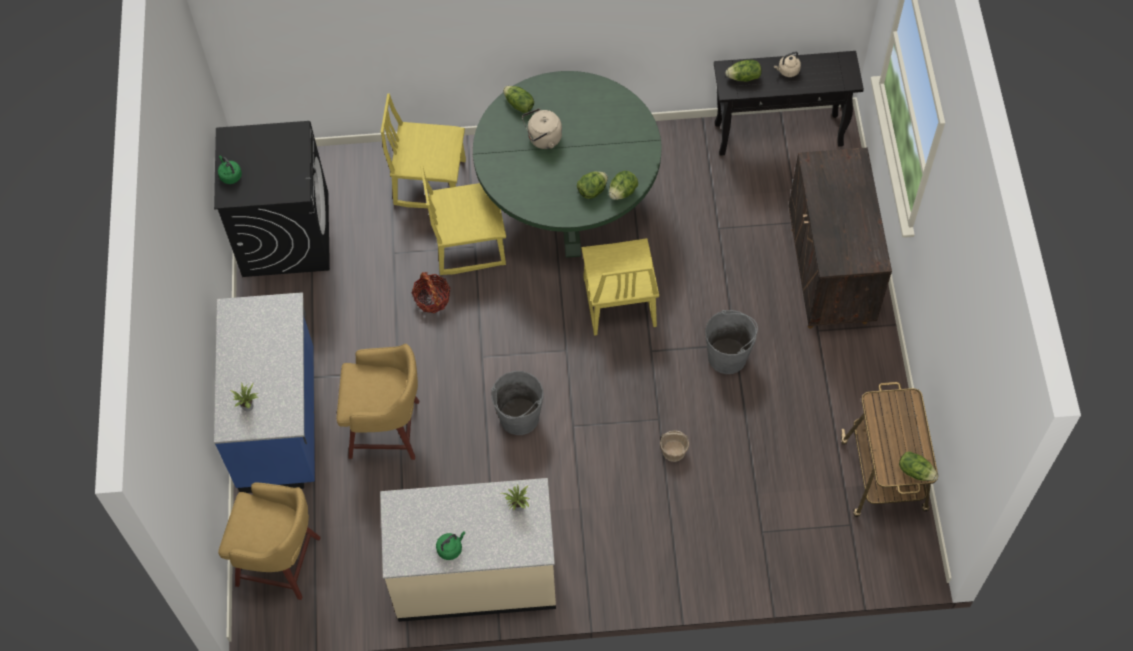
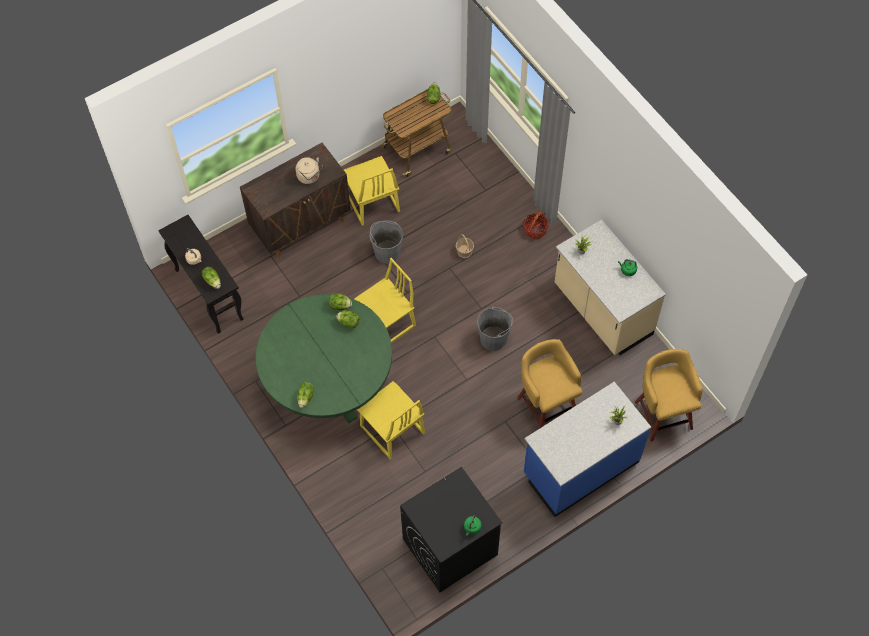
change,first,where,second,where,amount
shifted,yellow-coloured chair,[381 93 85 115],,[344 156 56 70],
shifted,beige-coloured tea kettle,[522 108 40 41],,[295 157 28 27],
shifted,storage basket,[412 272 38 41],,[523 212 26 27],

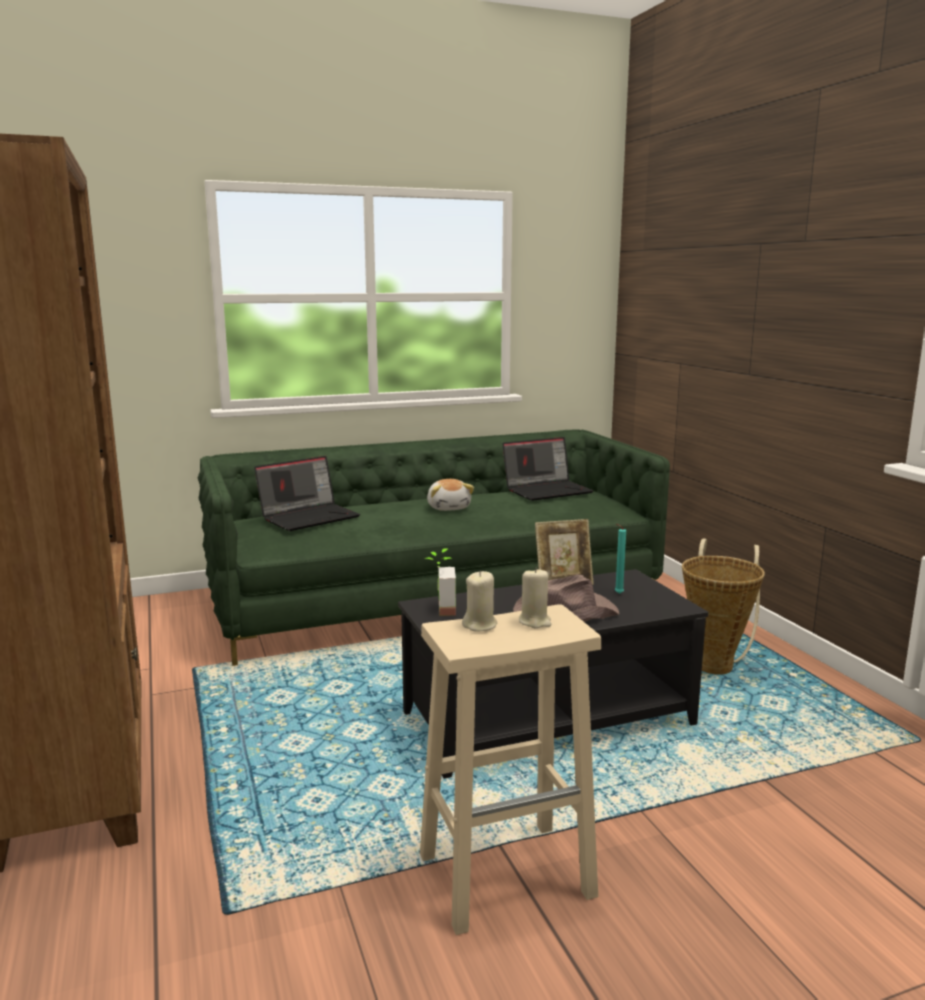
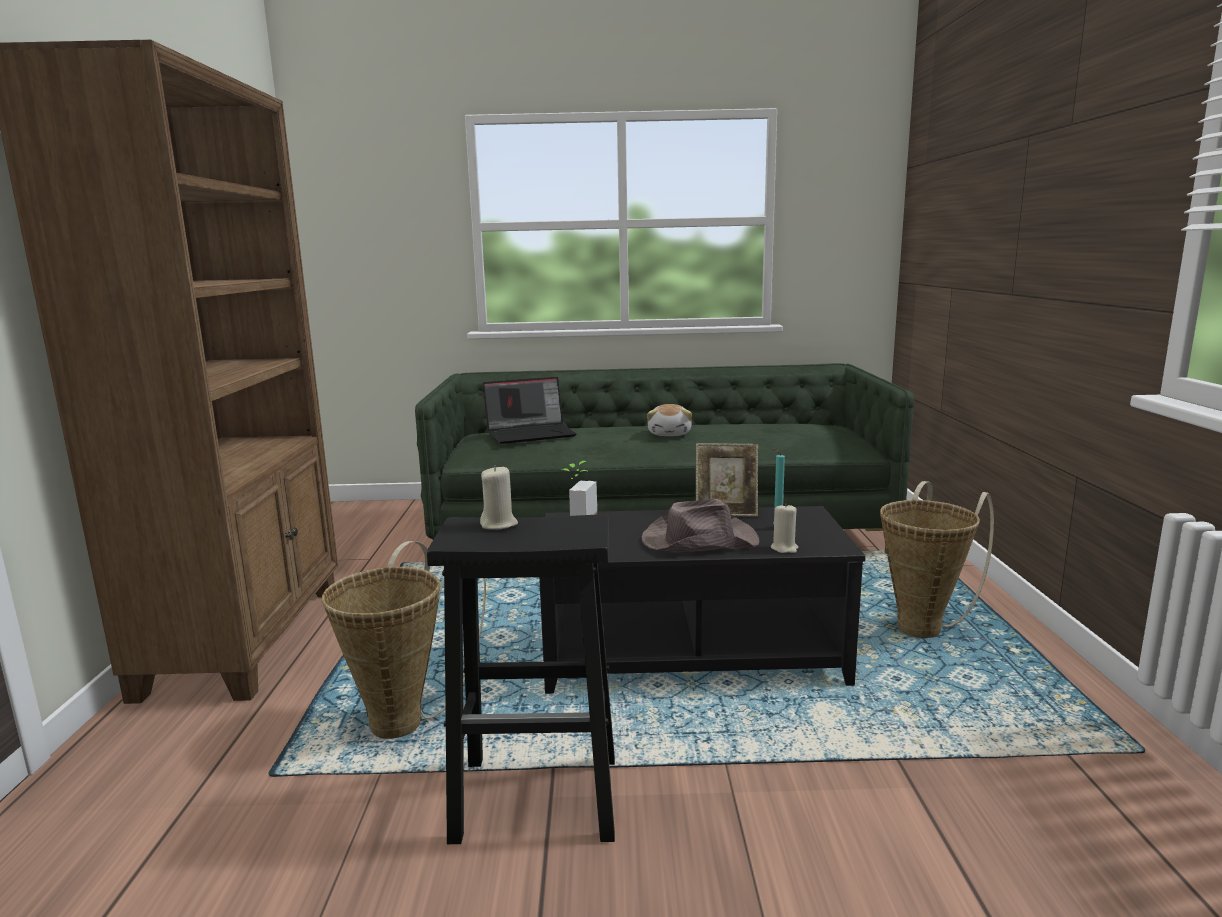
change,first,where,second,where,amount
gone,notebook computer,[502 437 91 64],,,
shifted,beige-coloured wax light,[519 568 32 60],,[771 503 27 50],
repainted,beige-coloured stool,[420 604 181 331],black stool,[427 514 188 330],
new,,,storage basket,[322 541 164 198],

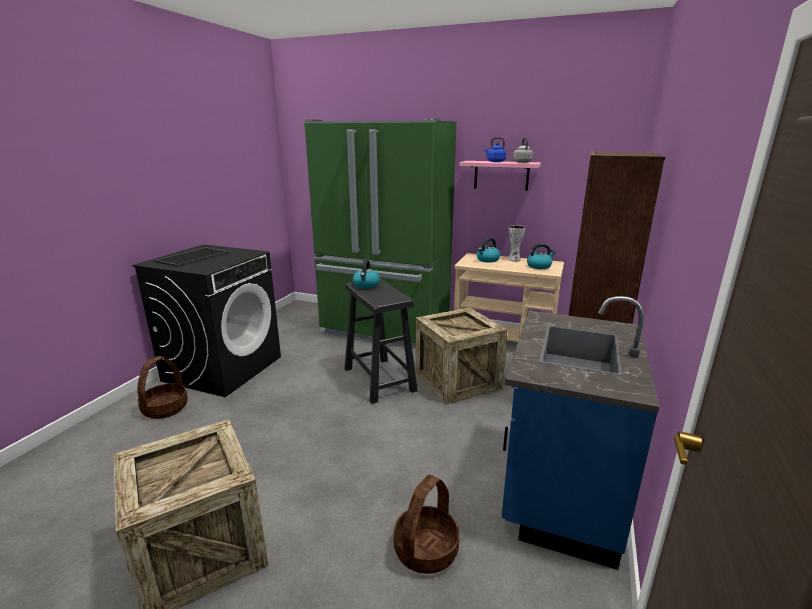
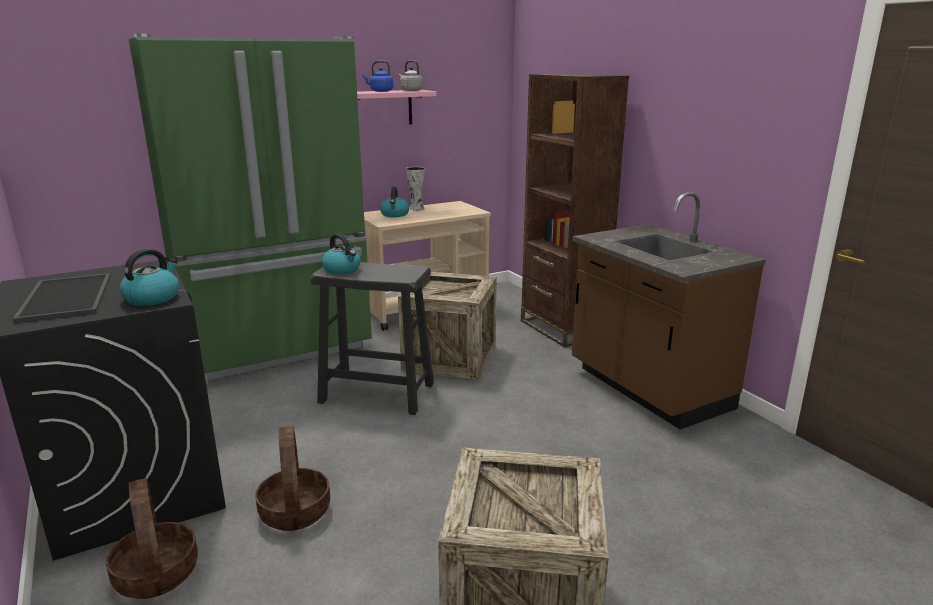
change,first,where,second,where,amount
shifted,tea kettle,[527 244 29 25],,[120 249 59 57],
repainted,bluish kitchen counter,[501 296 158 274],brown-coloured kitchen counter,[572 192 194 237],
shifted,storage basket,[394 475 66 99],,[255 426 75 105],

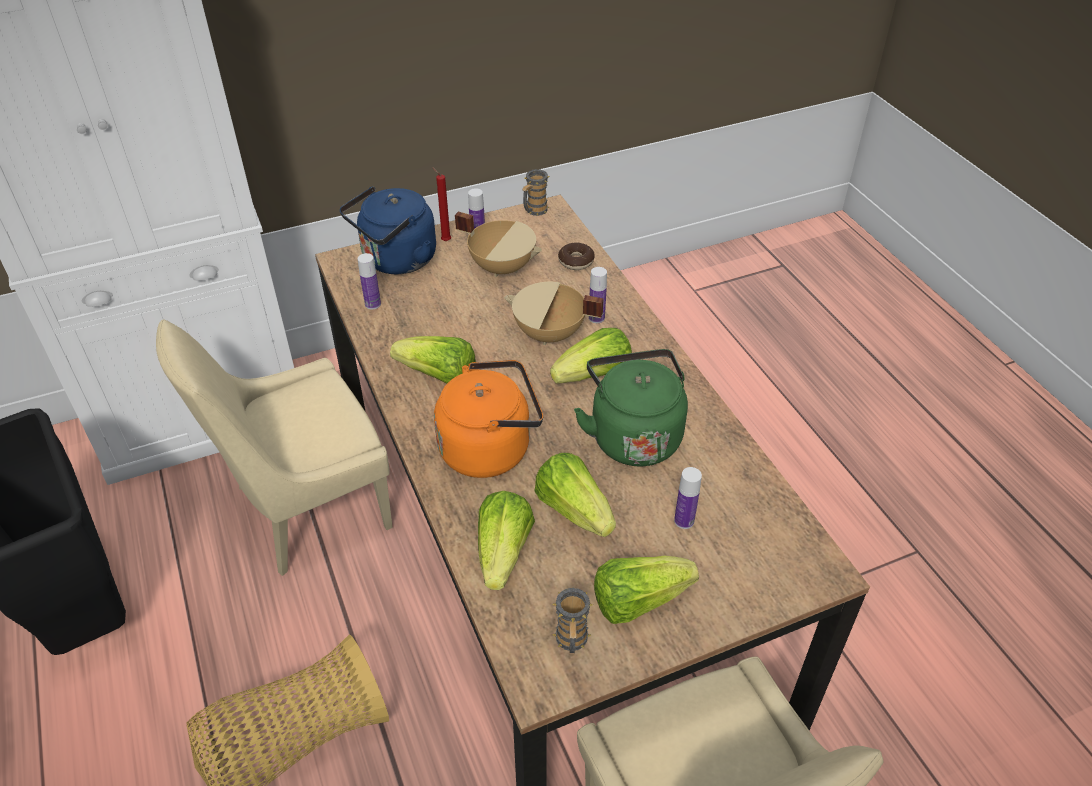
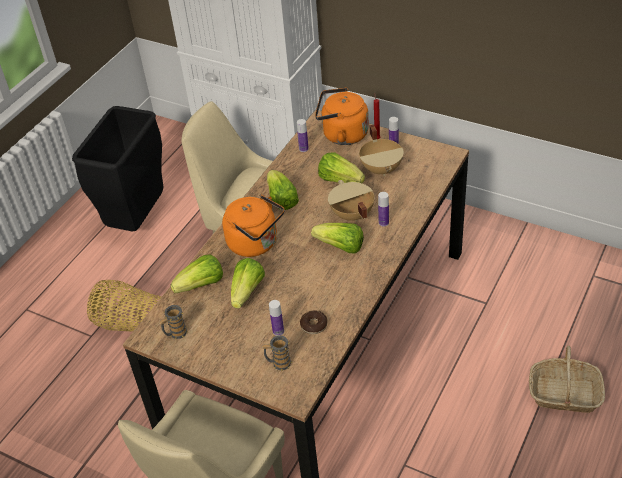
change,first,where,second,where,amount
shifted,tea mug,[522 169 28 47],,[262 335 30 36],
repainted,bluish tea kettle,[340 186 96 88],orange-coloured tea kettle,[315 88 54 57],
shifted,ring doughnut,[558 242 37 28],,[300 311 28 23],
gone,greenish tea kettle,[574 349 114 117],,,
shifted,lettuce,[594 556 105 68],,[318 152 47 31],
new,,,storage basket,[529 346 76 67],

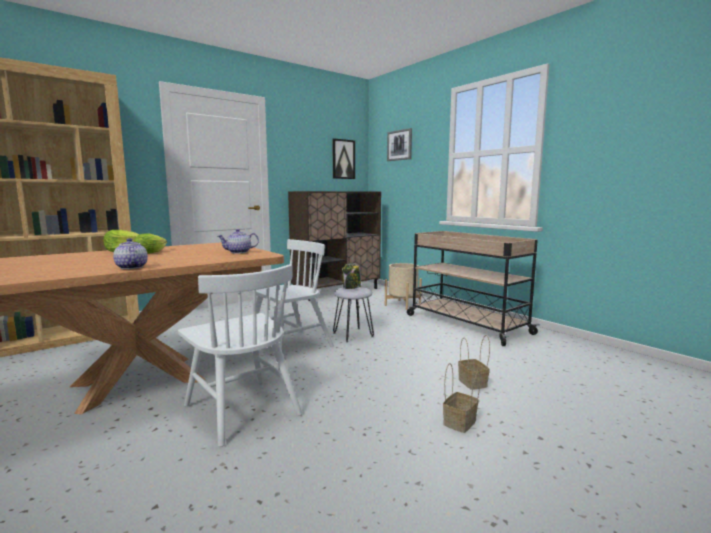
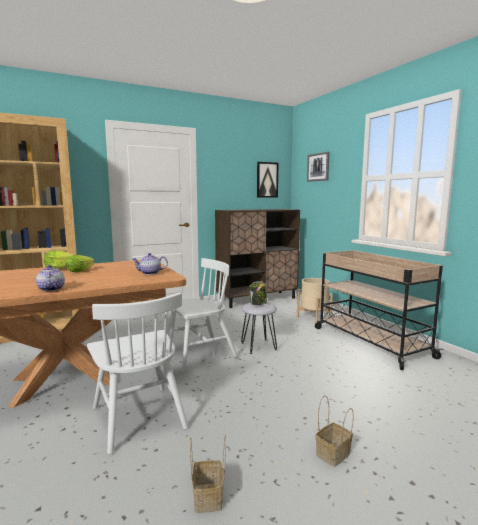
change,first,where,second,where,amount
shifted,storage basket,[458 335 32 55],,[190 434 36 79],

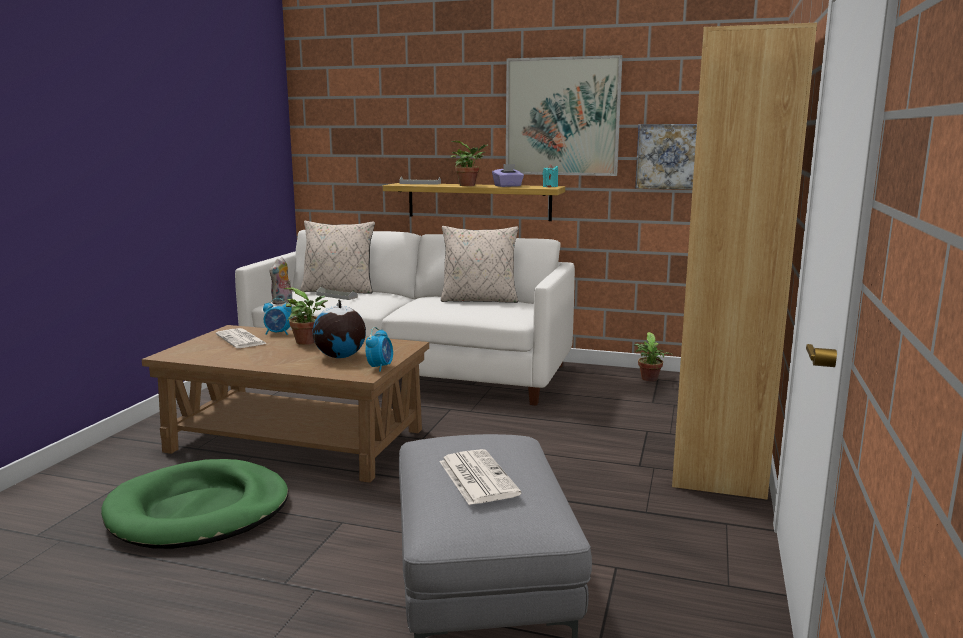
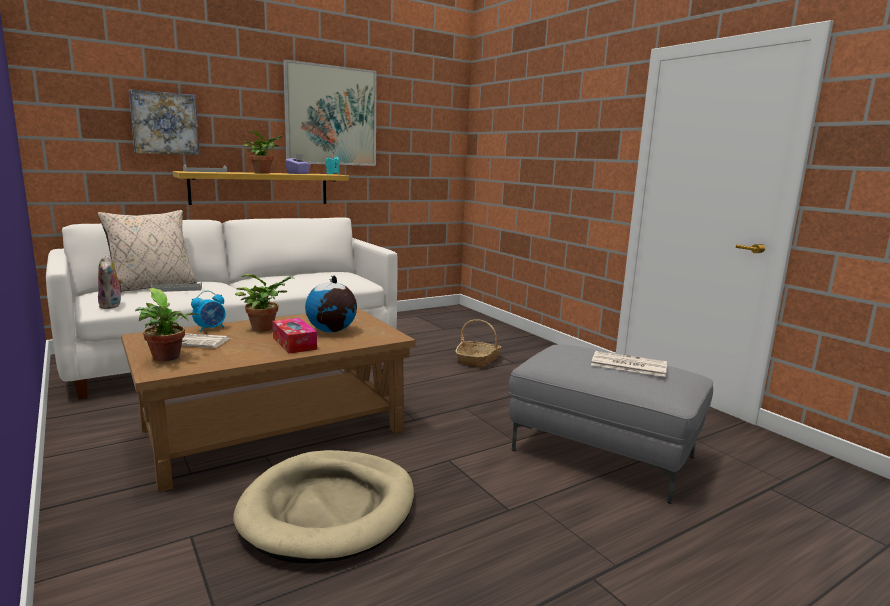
change,first,where,second,where,amount
gone,brown-coloured bookshelf,[672 23 145 477],,,
shifted,wall picture,[635 124 62 66],,[129 89 70 66],
gone,beige-coloured pillow,[441 226 78 77],,,
gone,alarm clock,[366 327 27 45],,,
shifted,houseplant,[634 332 39 49],,[135 288 64 74],
repainted,greenish dog bed,[101 459 187 90],beige-coloured dog bed,[233 450 181 113],
new,,,tissue box,[273 318 44 36],
new,,,storage basket,[455 319 46 49],

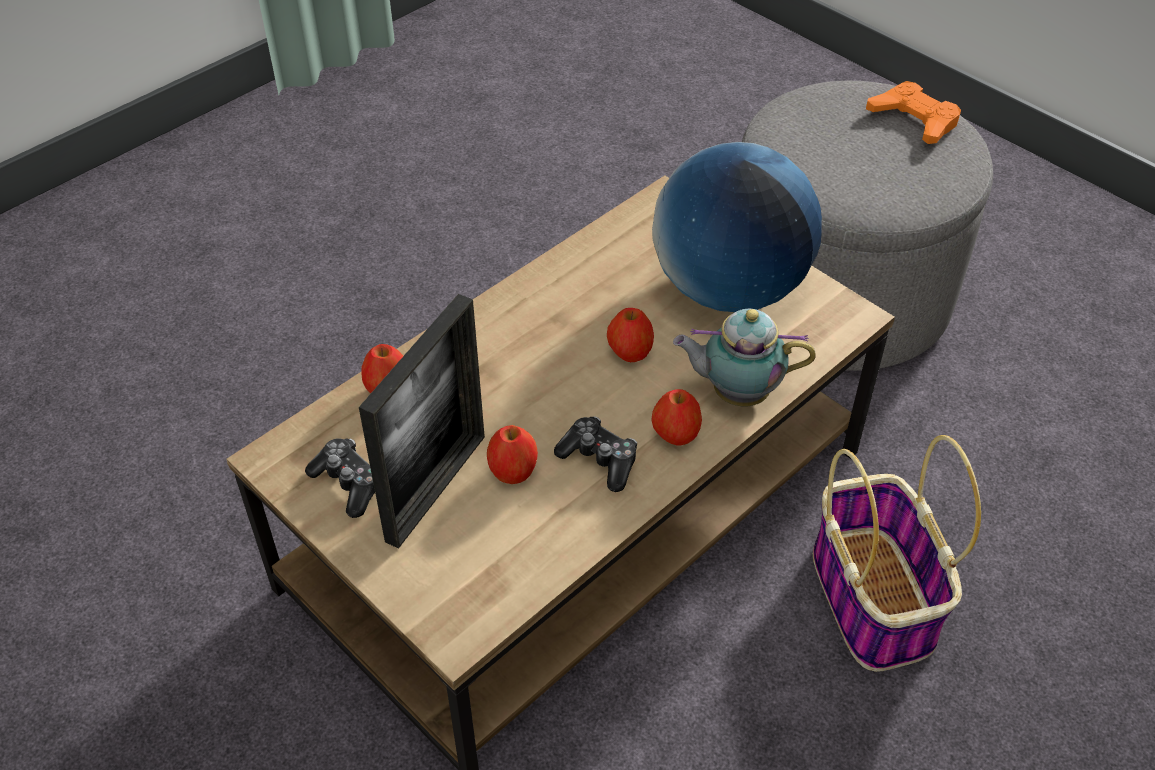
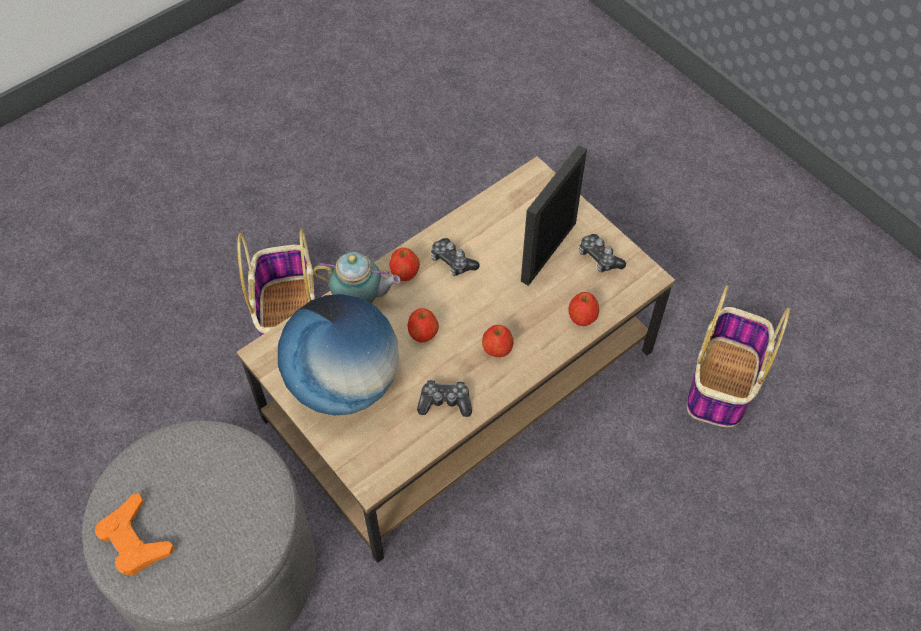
change,first,where,second,where,amount
shifted,apple,[487 425 51 59],,[482 325 32 32],
new,,,storage basket,[687 285 103 142],
new,,,game controller,[417 379 55 38],

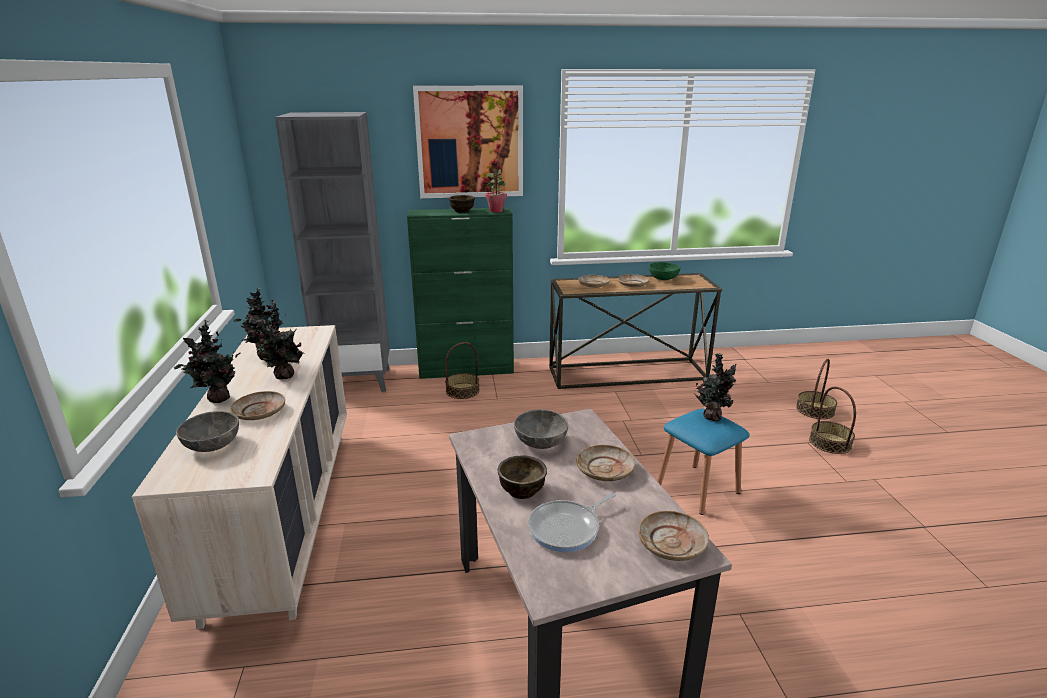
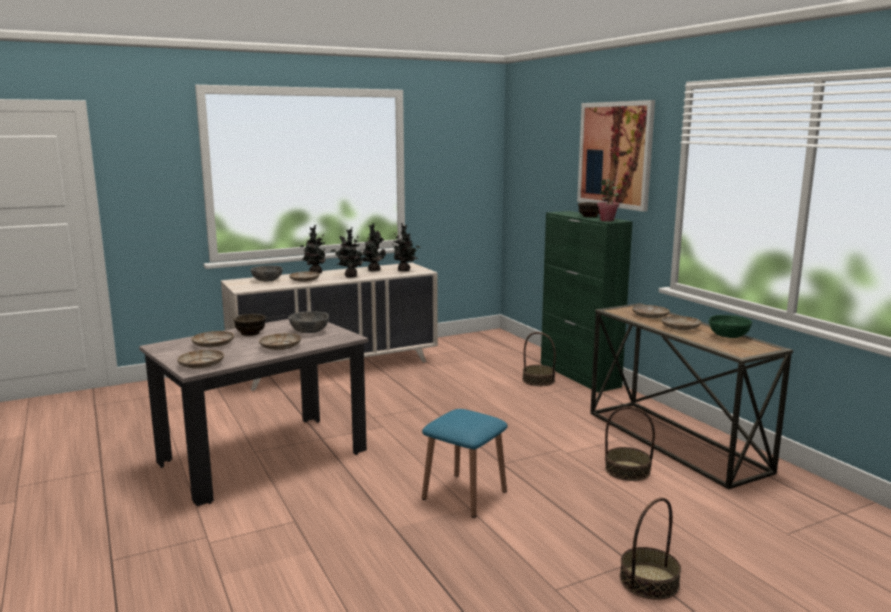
change,first,where,second,where,amount
gone,greyish bookshelf,[275 112 115 280],,,
shifted,houseplant,[696 353 41 69],,[390 223 31 49],
shifted,storage basket,[796 359 41 60],,[605 406 50 75],
swapped,skillet,[528 492 88 60],beige-coloured plate,[191 331 43 16],

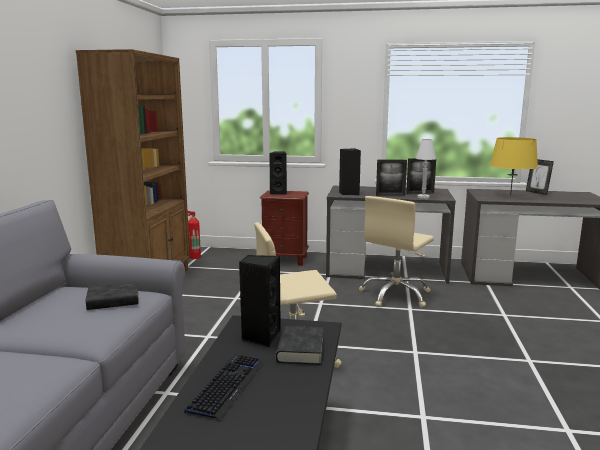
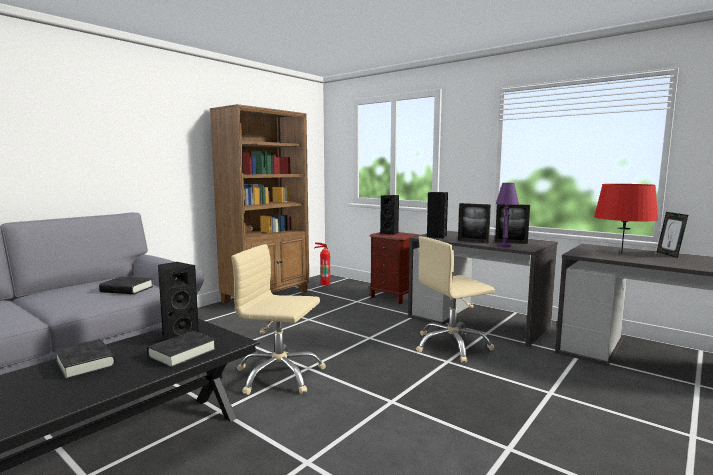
change,first,where,second,where,amount
repainted,yellow-coloured table lamp,[490 137 48 58],red-coloured table lamp,[594 184 64 70],
repainted,white-coloured table lamp,[415 139 21 60],purple table lamp,[496 183 23 64],
swapped,computer keyboard,[184 354 80 66],black volume,[55 339 61 41],

